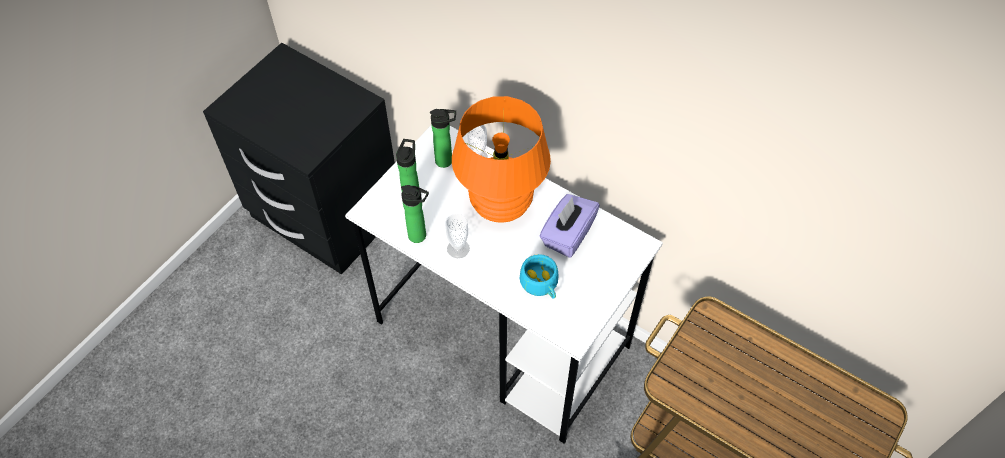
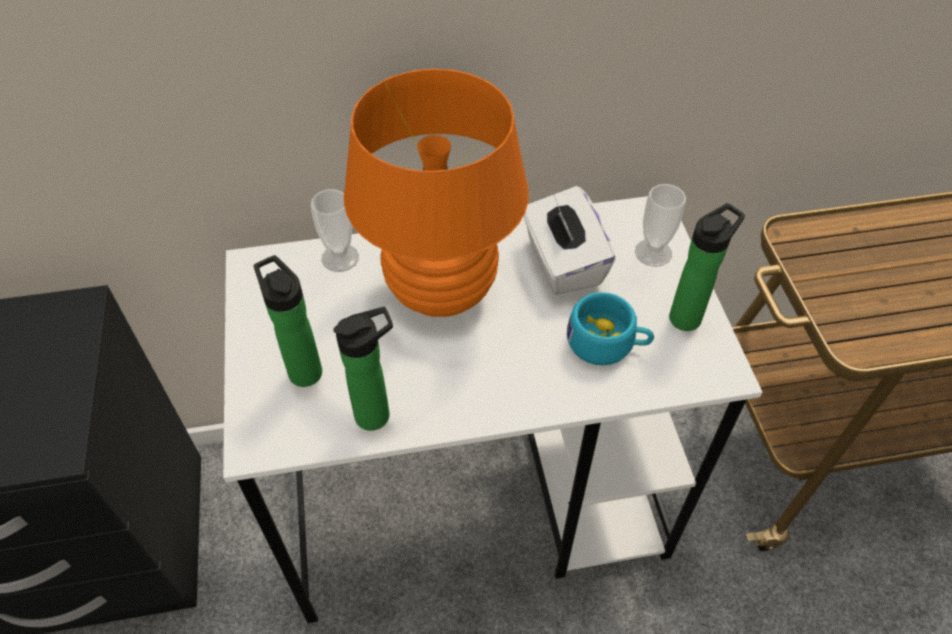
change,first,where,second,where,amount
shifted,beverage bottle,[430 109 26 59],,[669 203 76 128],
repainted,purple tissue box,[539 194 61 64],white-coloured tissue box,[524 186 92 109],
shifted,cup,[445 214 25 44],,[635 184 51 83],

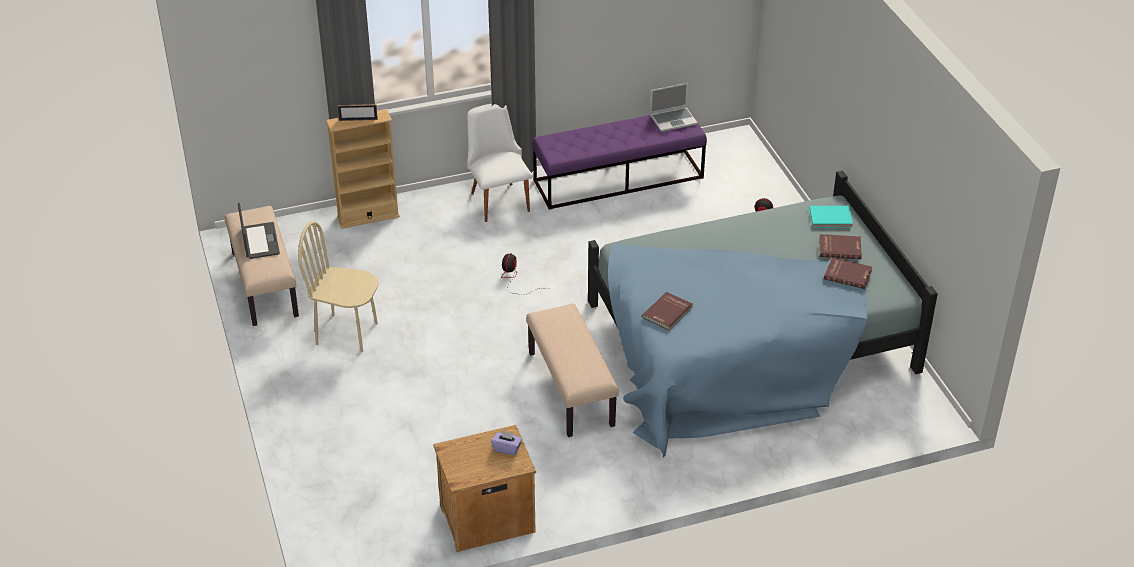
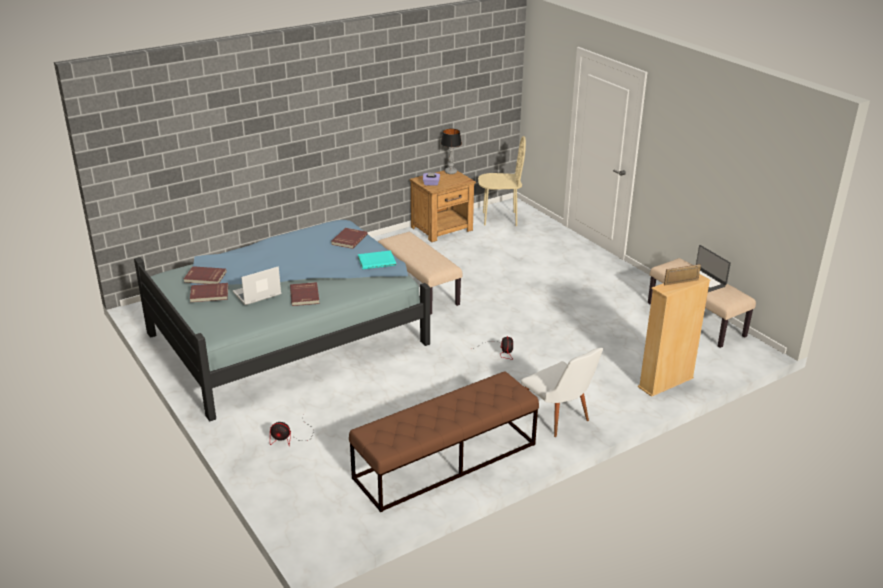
change,first,where,second,where,amount
shifted,notebook computer,[650 83 48 49],,[233 266 48 39],
repainted,purple bench,[532 109 175 101],brown-coloured bench,[349 371 190 141],
shifted,blue-green volume,[809 206 44 22],,[358 250 38 19],
shifted,beige-coloured chair,[298 221 81 131],,[478 136 48 90],
new,,,table lamp,[441 128 21 46],
new,,,red-coloured volume,[290 282 30 24],

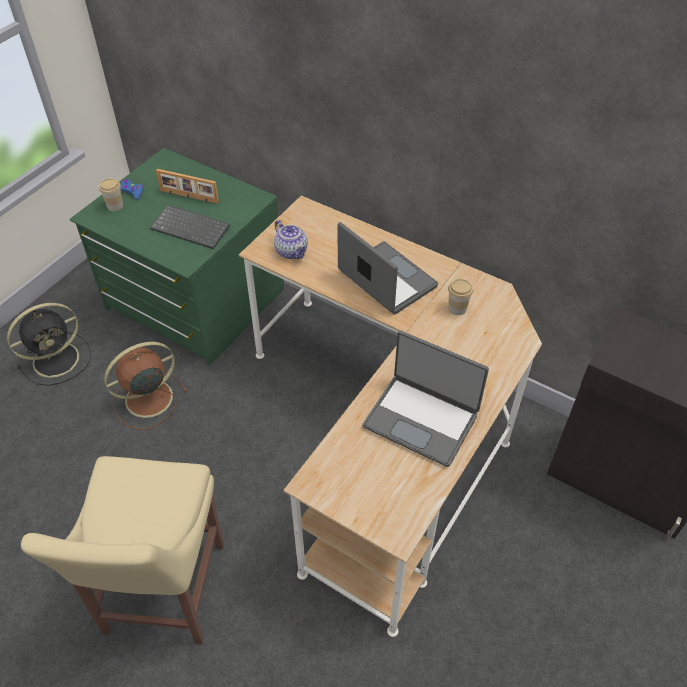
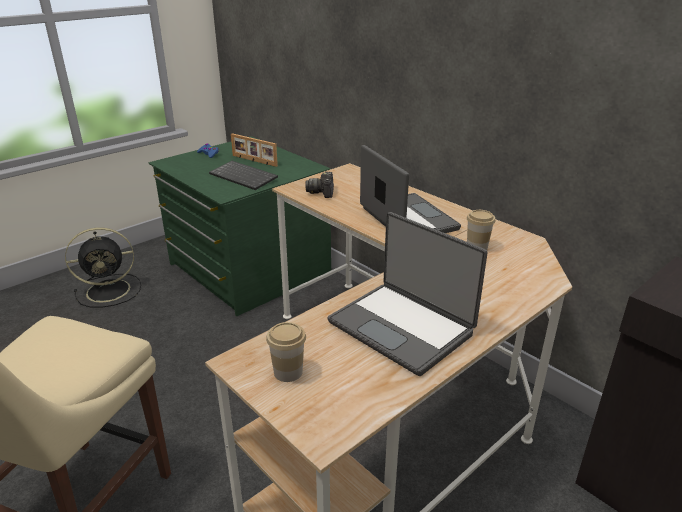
change,first,where,second,where,amount
shifted,cup,[99 178 24 33],,[266 322 40 60],
swapped,tea pot,[274 220 34 39],photo camera,[305 172 29 26],
gone,brown-coloured electric fan,[104 342 83 88],,,

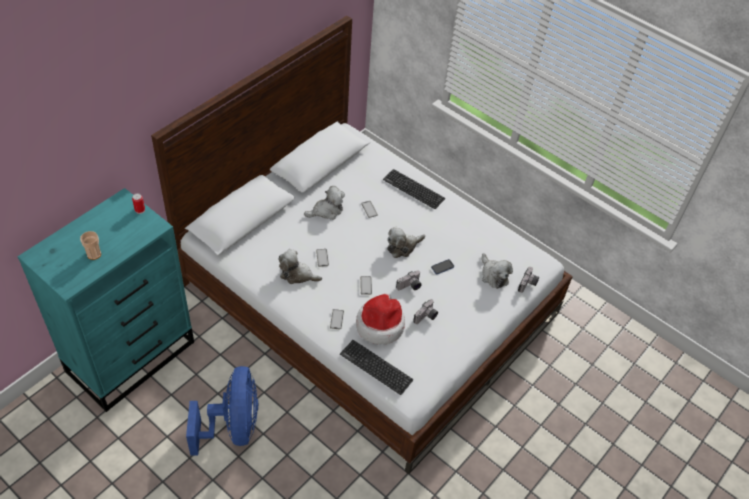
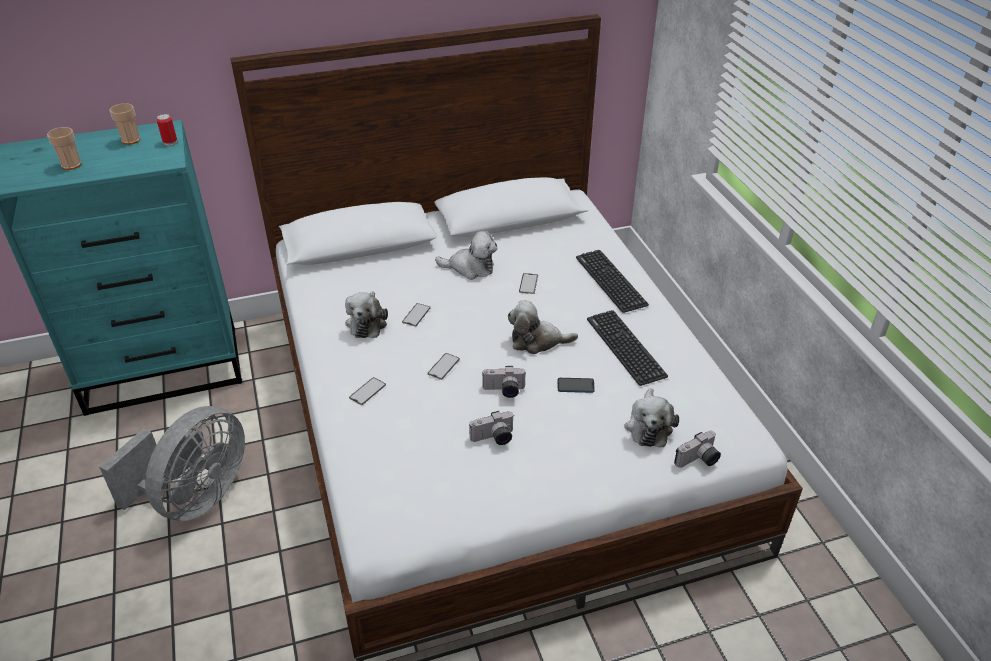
change,first,where,second,where,amount
rotated,soft toy,[279 249 43 35],,[345 291 43 47],135 degrees counterclockwise
gone,wearable hat,[356 294 49 50],,,
shifted,computer keyboard,[340 340 73 55],,[587 310 81 76],
repainted,bluish electric fan,[186 366 72 90],greyish electric fan,[99 406 146 115],
new,,,cup,[110 103 30 42],

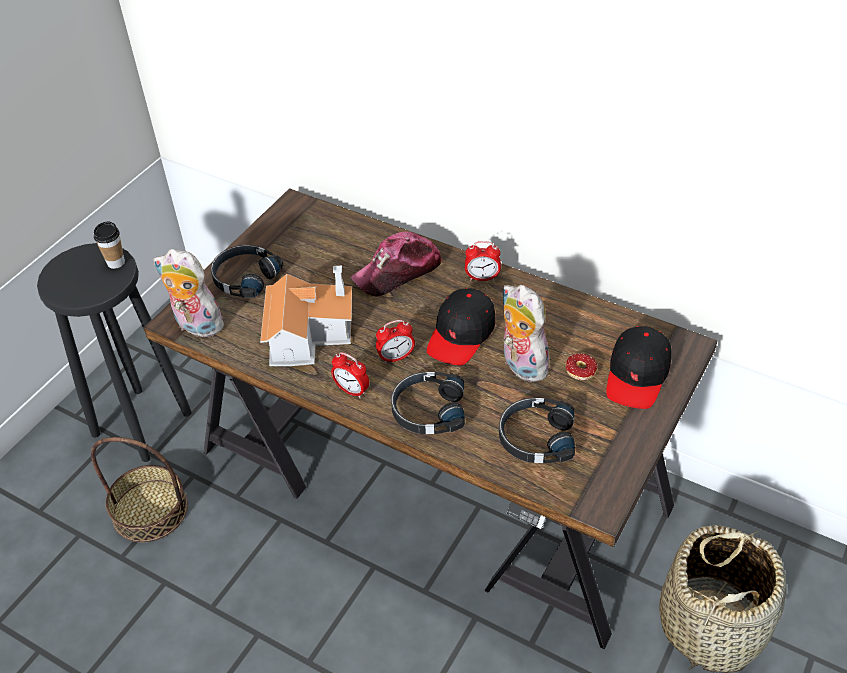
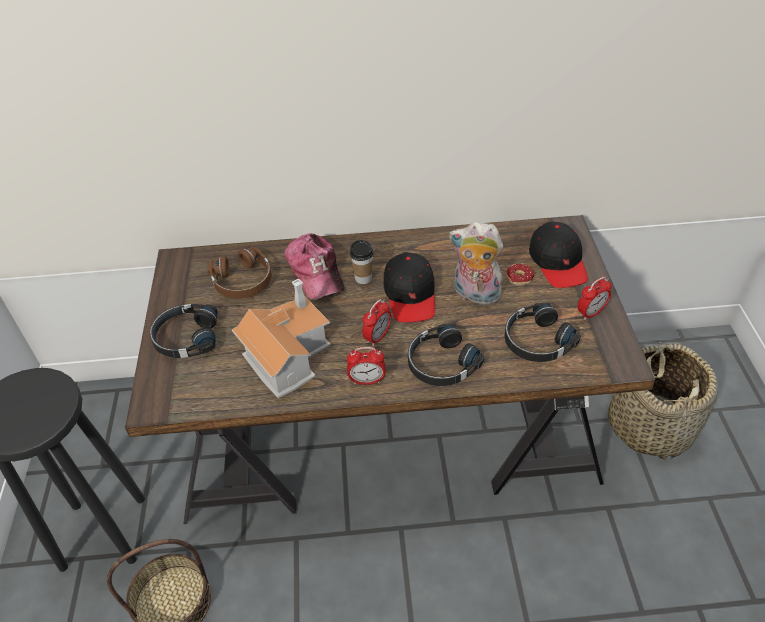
change,first,where,second,where,amount
shifted,cup,[94 221 31 48],,[349 240 25 44],
rotated,baseball cap,[351 231 92 66],,[284 233 61 67],45 degrees counterclockwise
shifted,alarm clock,[465 241 36 40],,[578 277 34 43],
gone,soft toy,[153 249 77 88],,,
new,,,brown-coloured pair of headphones,[207 247 65 52],

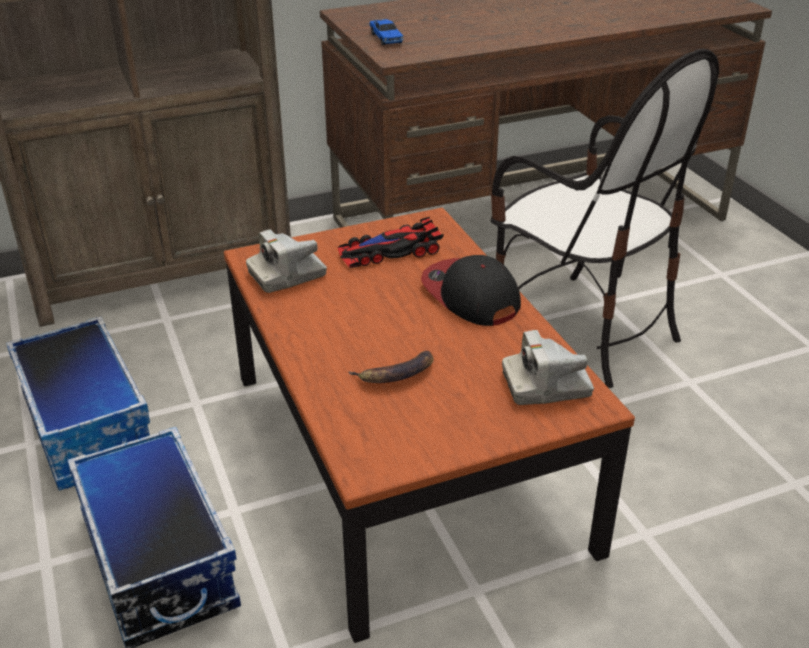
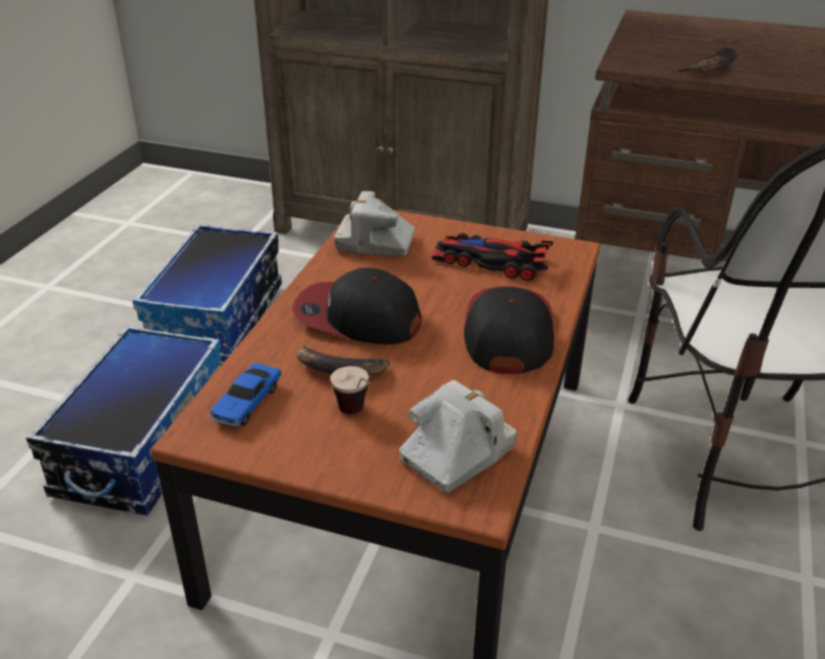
change,first,where,second,where,amount
shifted,miniature car,[370 19 34 26],,[209 363 72 64],
rotated,photo camera,[502 330 92 75],,[399 380 118 113],105 degrees clockwise
new,,,banana fruit,[673 48 64 25],
new,,,baseball cap,[292 268 129 77],
new,,,cup,[330 366 44 48],

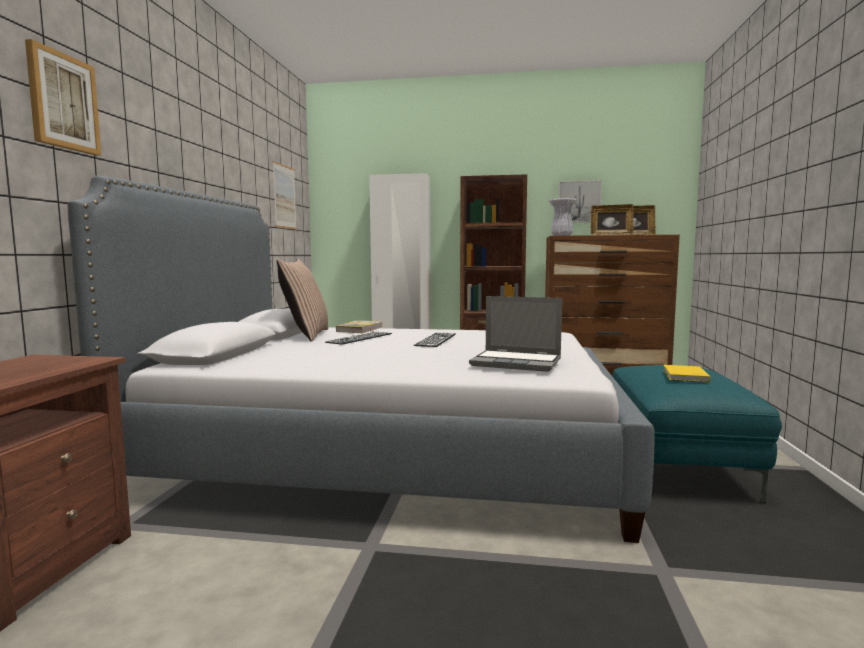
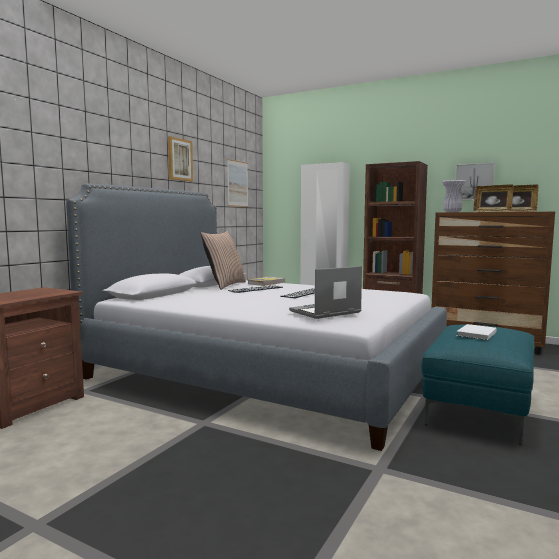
change,first,where,second,where,amount
shifted,wall picture,[25 39 76 116],,[168 136 25 45],
rotated,notebook computer,[469 296 93 76],,[289 266 73 53],105 degrees clockwise
repainted,yellow-coloured volume,[663 365 47 17],white-coloured volume,[457 324 40 16],

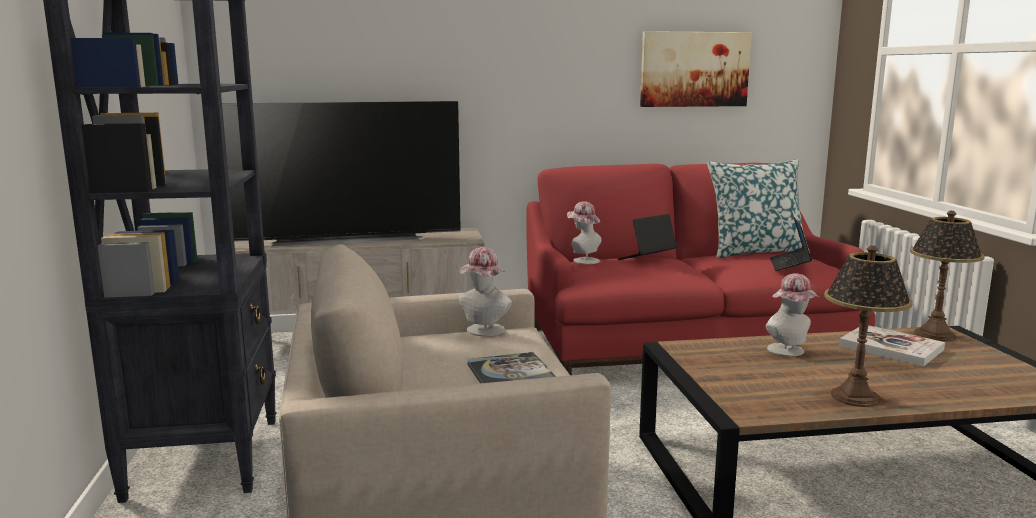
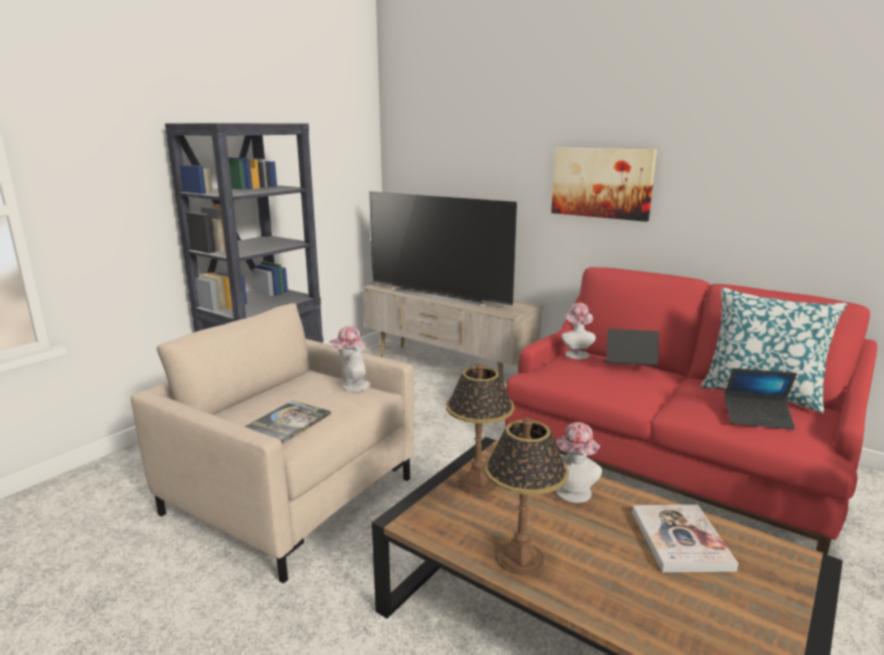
change,first,where,second,where,amount
shifted,wall picture,[640 31 112 76],,[551 147 106 75],
shifted,table lamp,[910 211 75 130],,[446 363 68 132],
rotated,notebook computer,[770 217 42 54],,[724 368 73 62],135 degrees counterclockwise

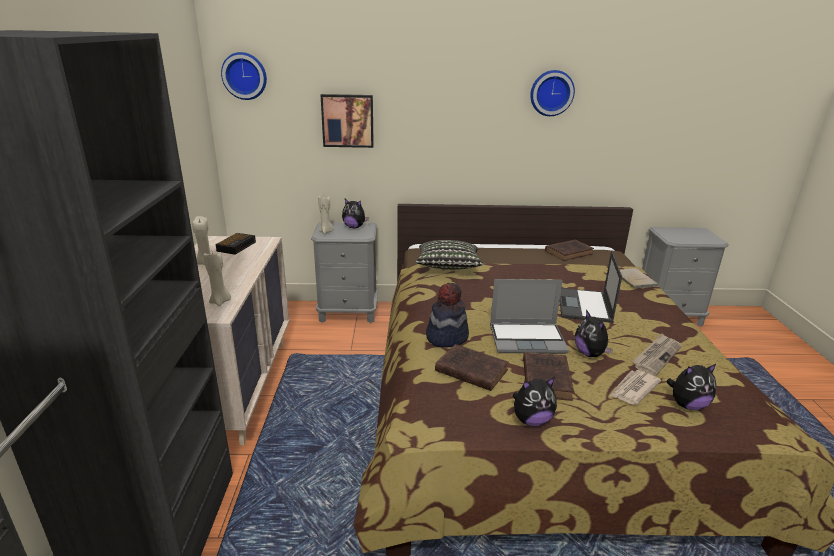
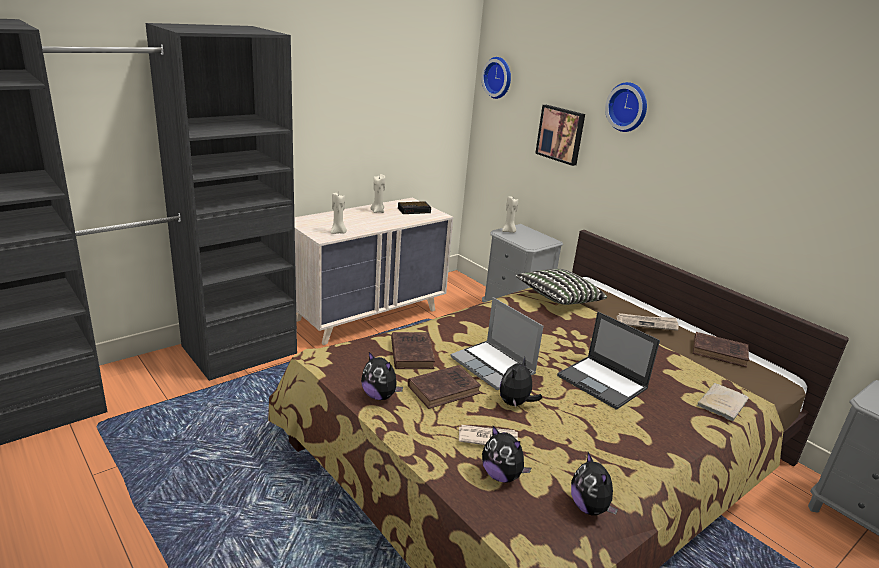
change,first,where,second,where,amount
shifted,wall clock,[530 70 45 46],,[605 82 42 50],
shifted,soft toy,[342 199 27 29],,[571 452 47 64],
rotated,notebook computer,[560 251 62 72],,[557 312 103 98],105 degrees counterclockwise
gone,wearable hat,[426 283 43 65],,,
shifted,newspaper,[632 334 50 42],,[617 313 62 18],

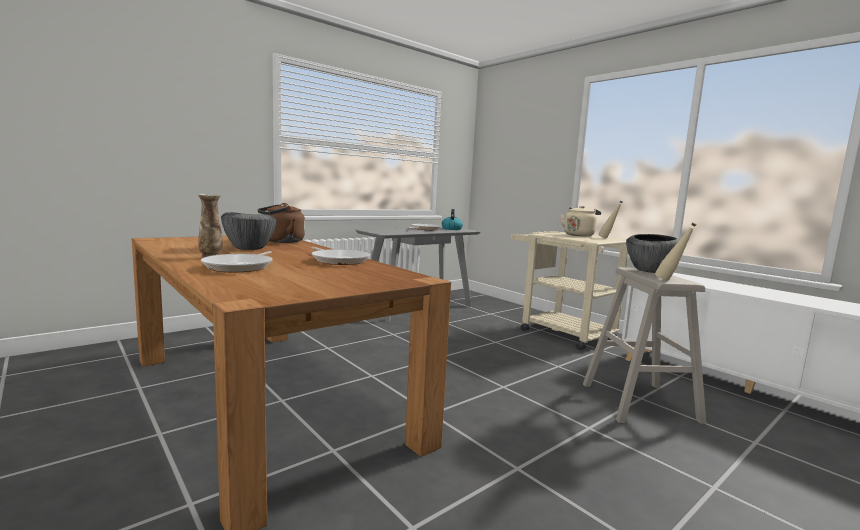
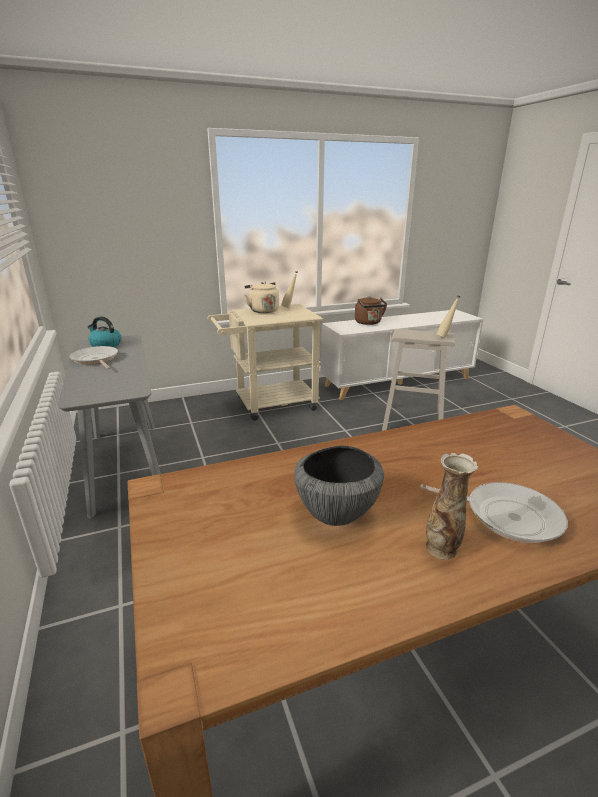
change,first,where,second,where,amount
shifted,brown-coloured tea kettle,[257 203 48 40],,[355 296 32 29],
gone,deep dish,[626 234 53 39],,,
gone,skillet,[312 247 58 18],,,

